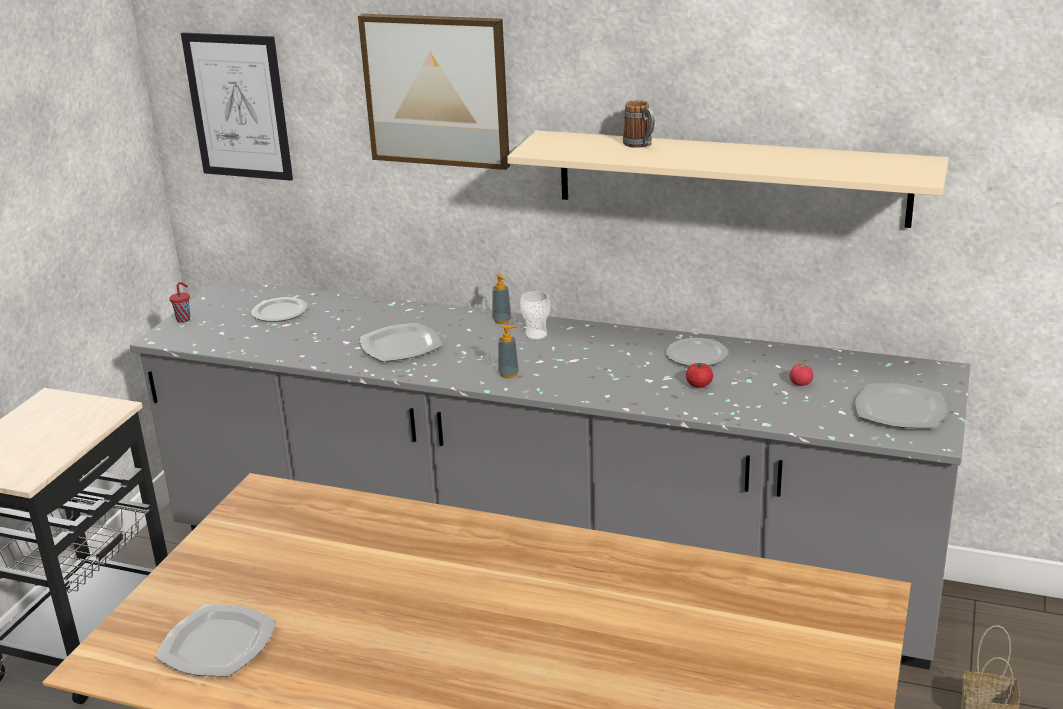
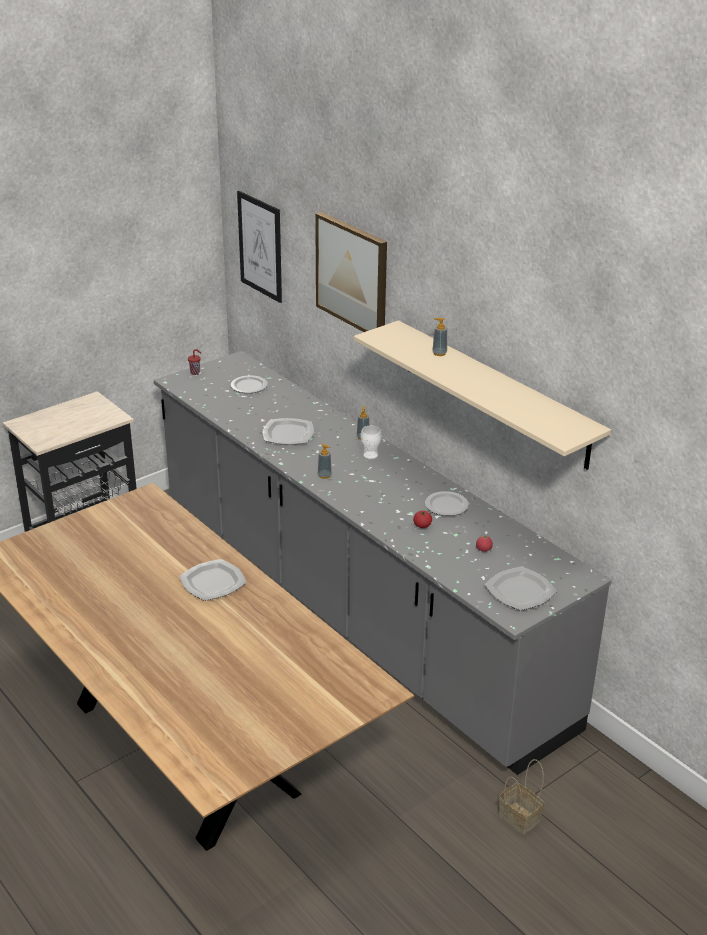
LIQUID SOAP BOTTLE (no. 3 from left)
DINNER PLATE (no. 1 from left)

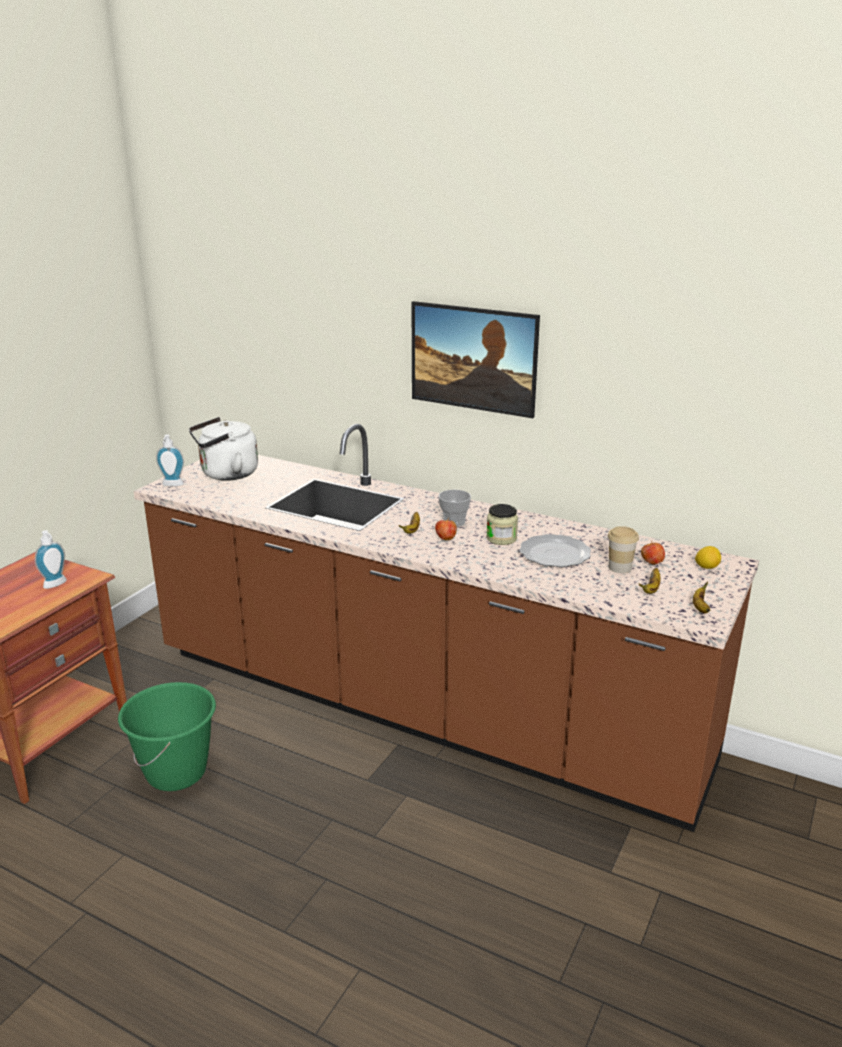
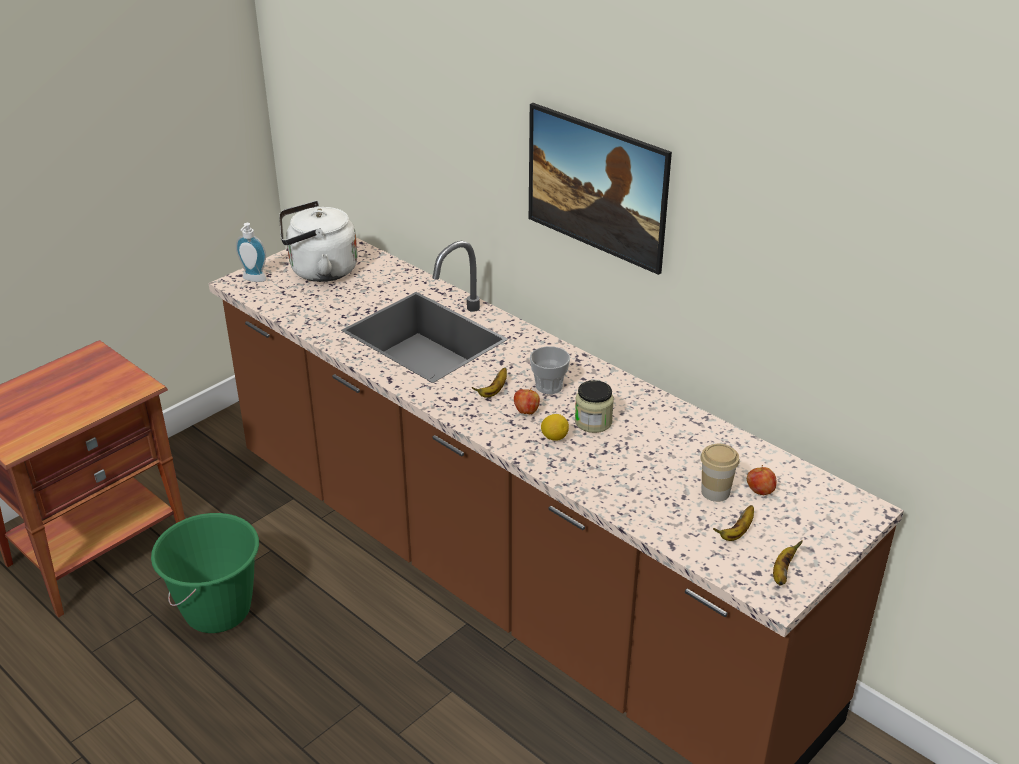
LIQUID SOAP BOTTLE (no. 1 from left in the first image)
DINNER PLATE
WHOLE LEMON

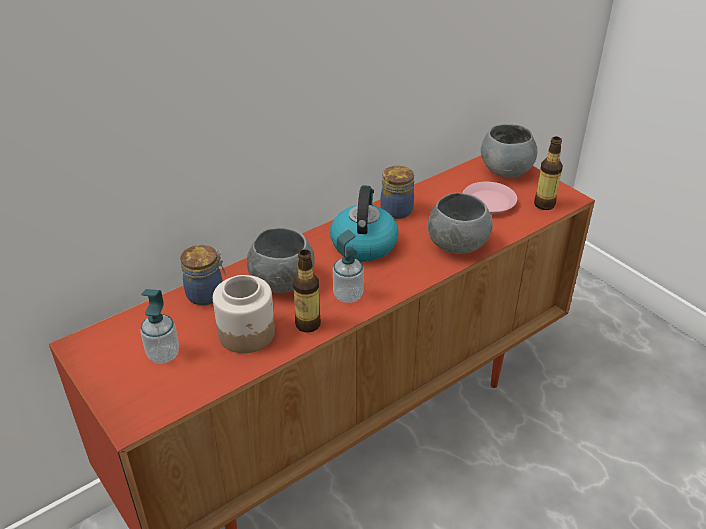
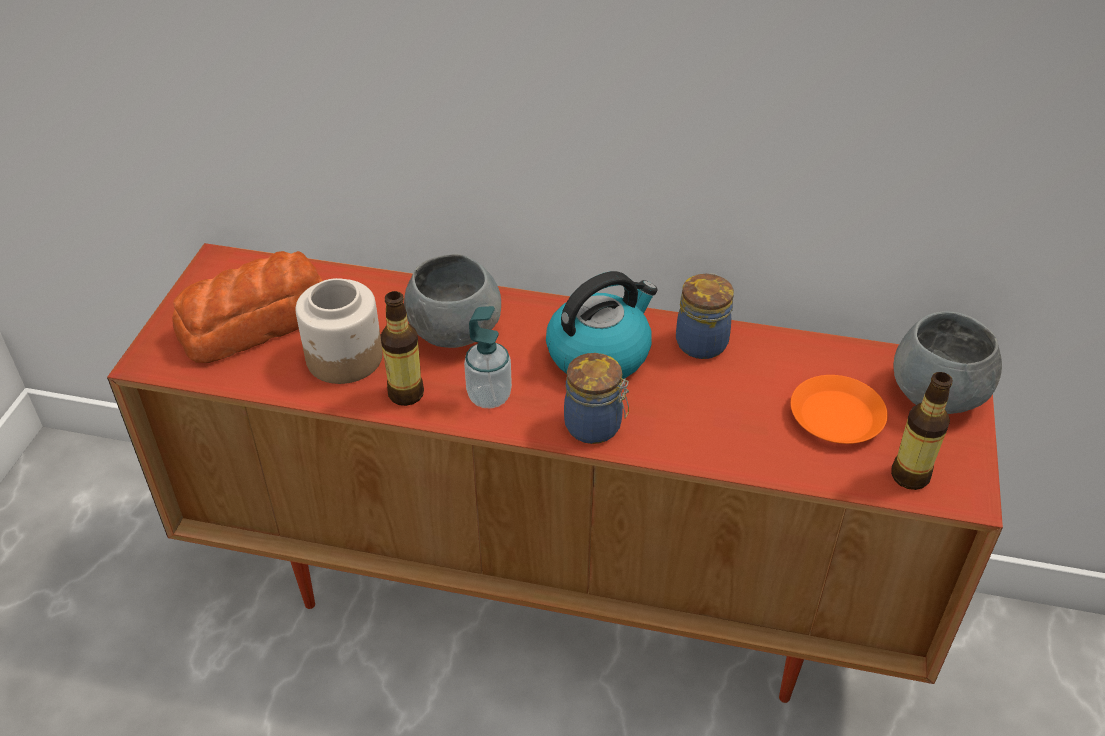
ORANGE-COLOURED DINNER PLATE
GREY DEEP DISH (no. 2 from left in the first image)
STORAGE JAR (no. 2 from left)
BAKED BREAD

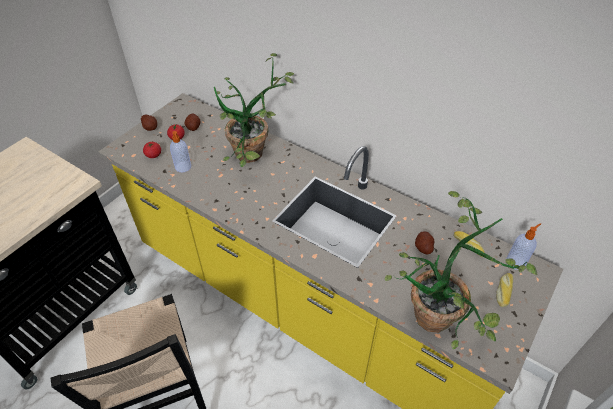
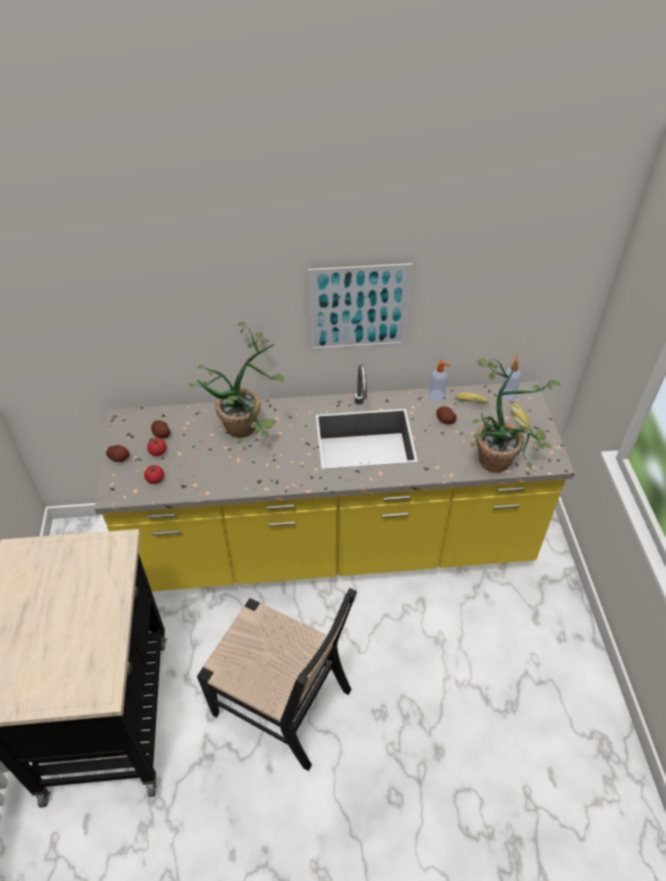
LIQUID SOAP BOTTLE (no. 1 from left)
PICTURE

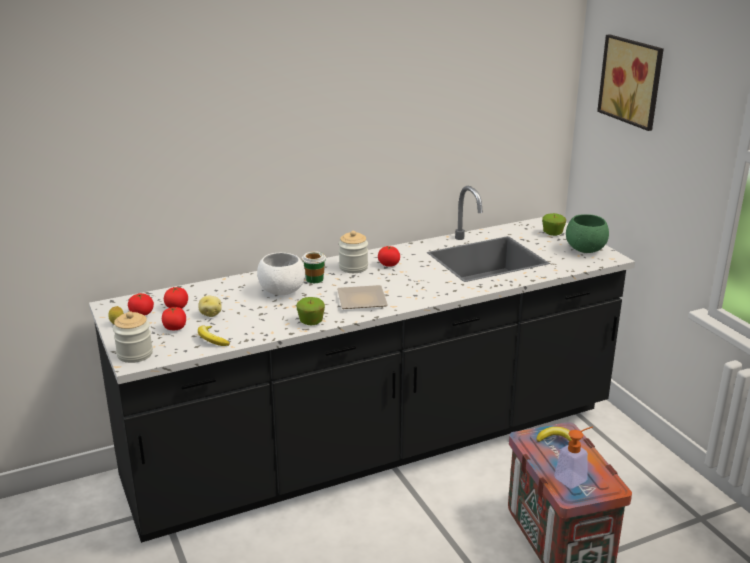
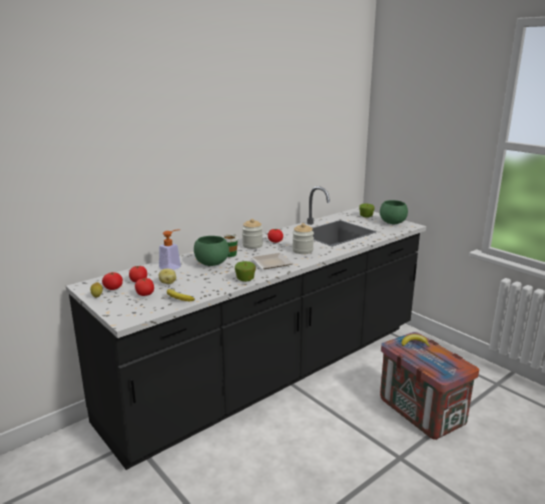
PICTURE
GREEN DEEP DISH (no. 1 from left)
STORAGE JAR (no. 2 from left)
LIQUID SOAP BOTTLE

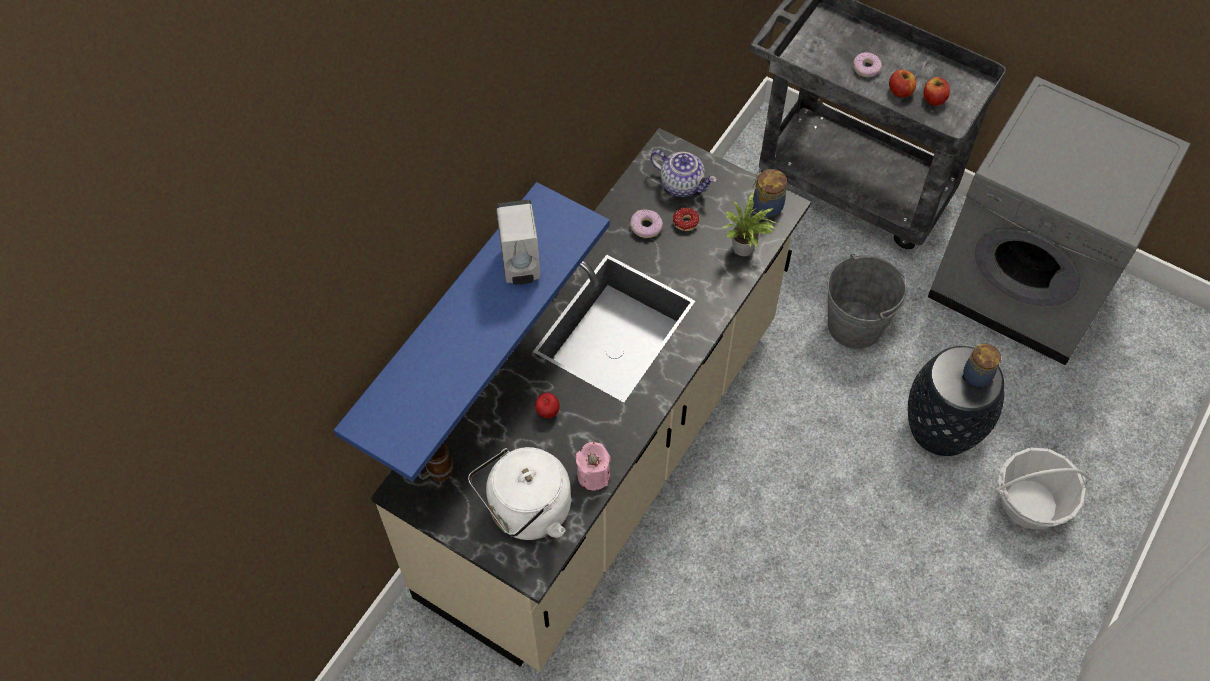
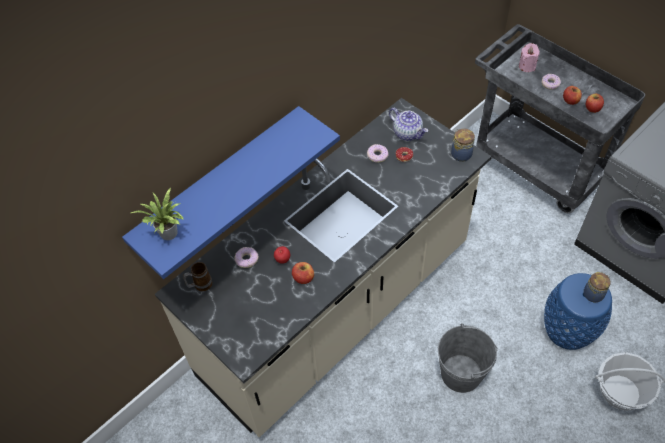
POTTED PLANT
WHITE LIQUID SOAP BOTTLE
GREY BUCKET
BLUE STOOL SEAT
PINKISH CANDLE
WHITE TEA KETTLE
DONUT (no. 1 from left)
WHOLE APPLE (no. 2 from left)

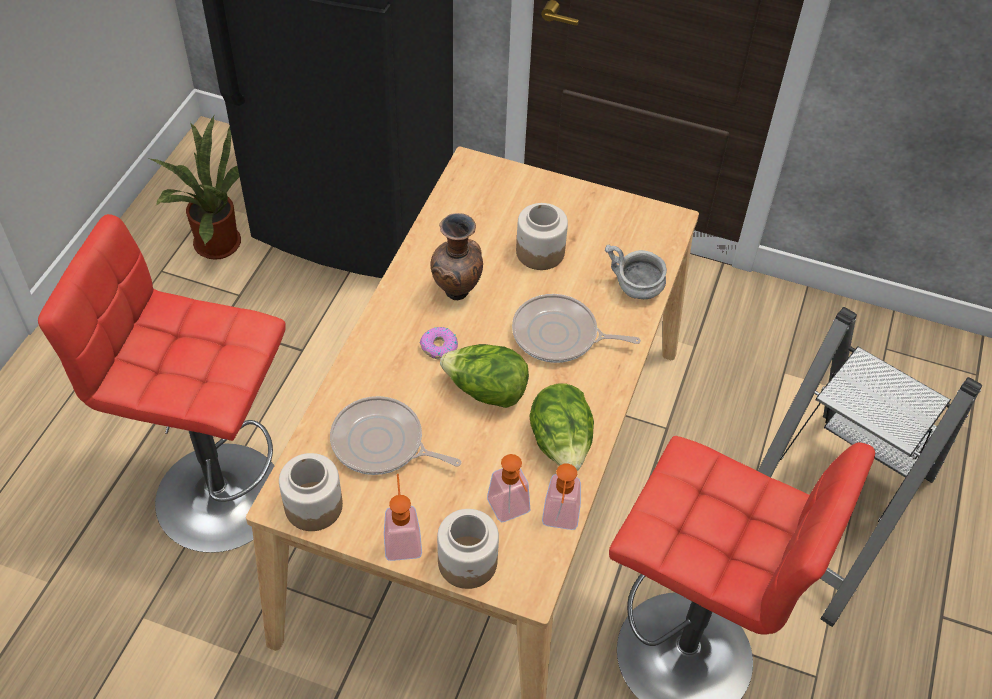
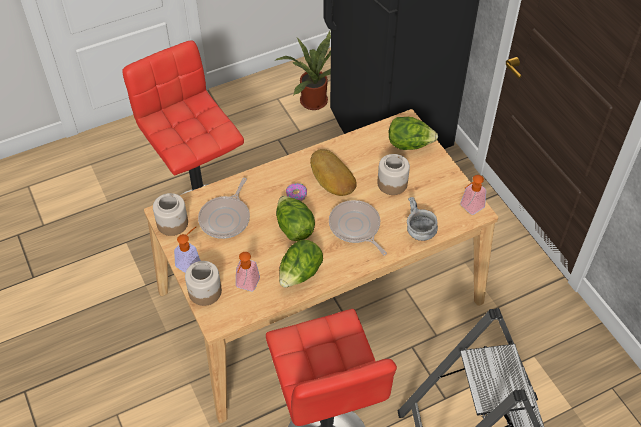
BAKED BREAD
FRYING PAN (no. 1 from left)
LIQUID SOAP BOTTLE (no. 3 from left)
LETTUCE HEAD (no. 3 from left)

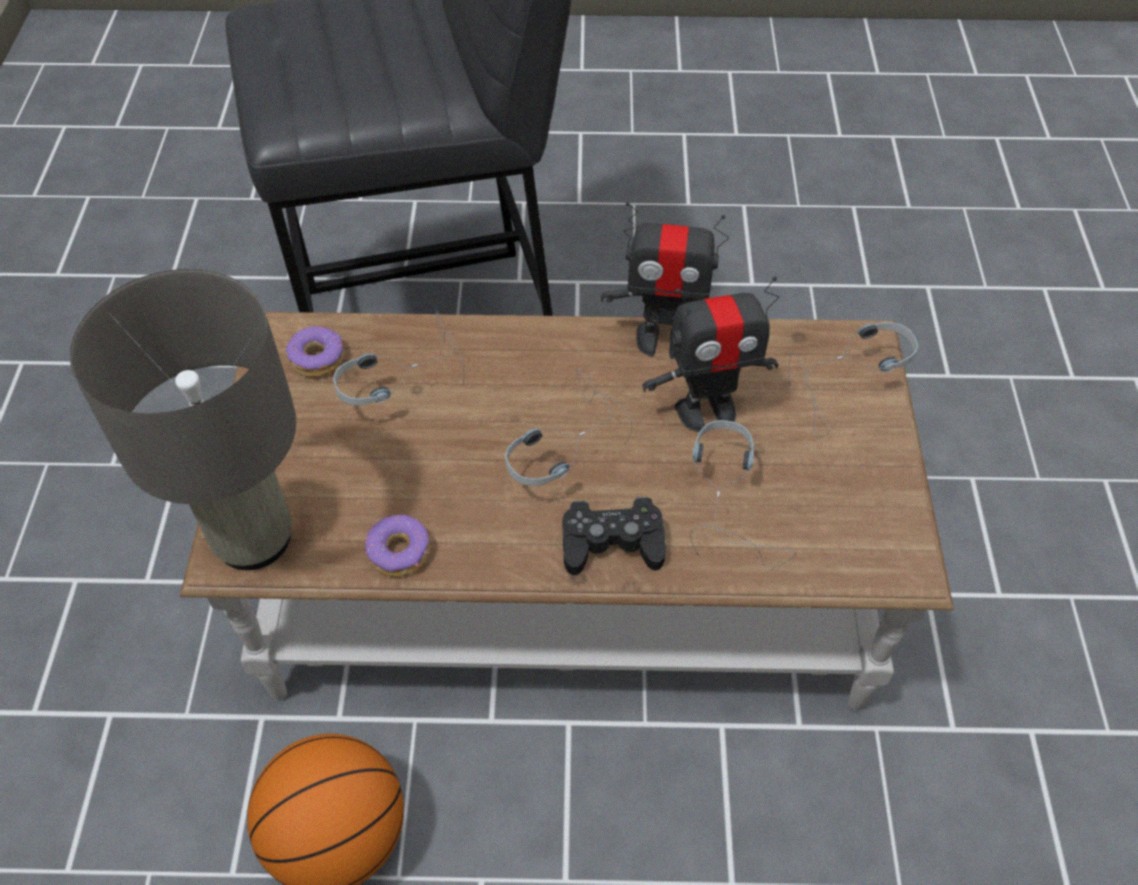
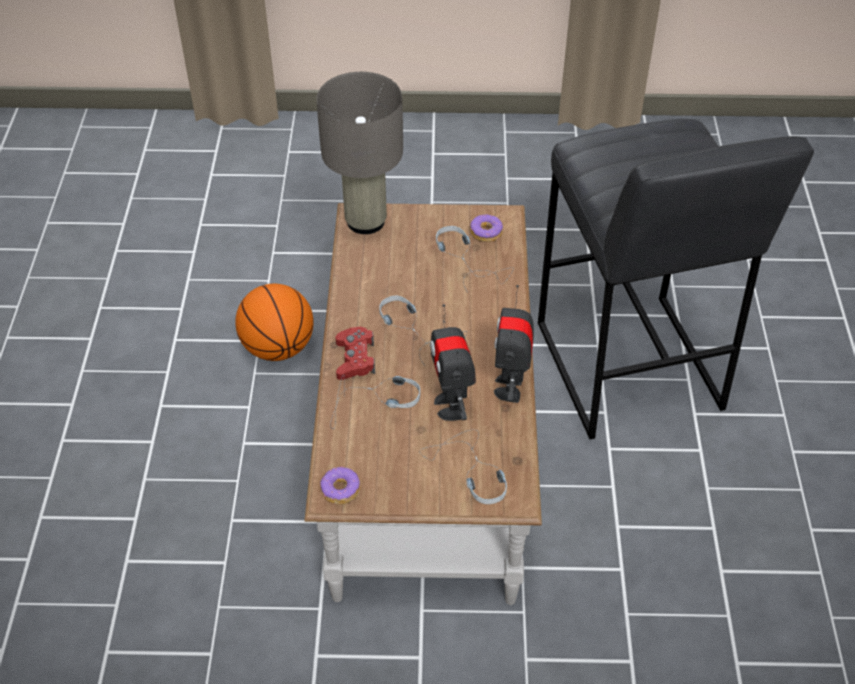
RED GAMEPAD
DONUT (no. 1 from left)

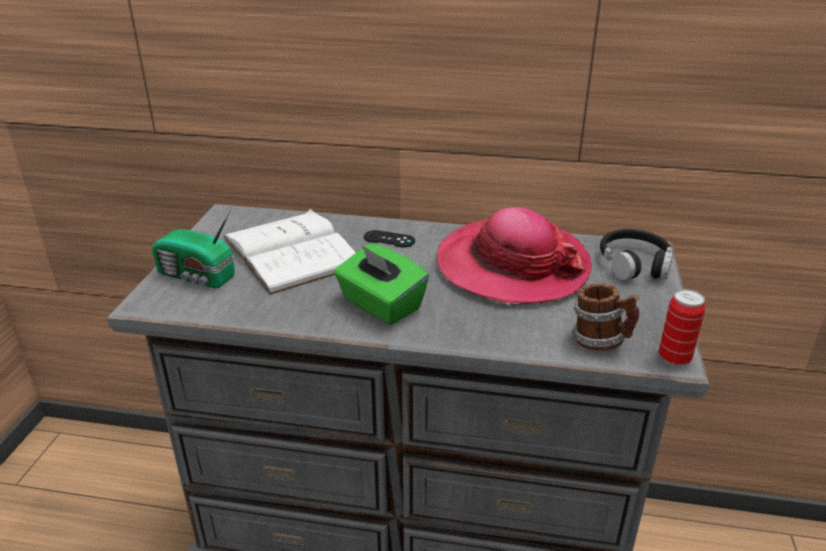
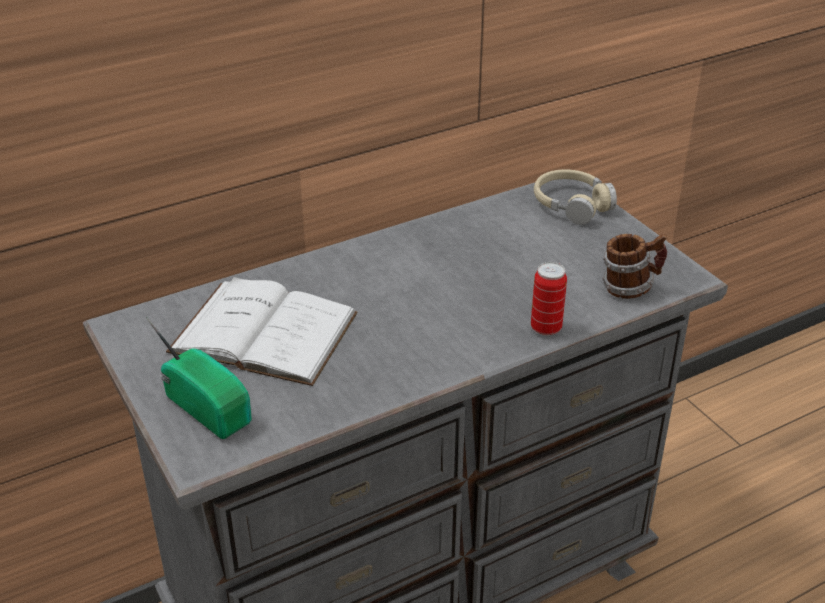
CLOTHING HAT
RADIO SET
BEIGE HEADPHONES
BLACK-COLOURED GAMEPAD
GREEN TISSUE HOLDER
SEALED CAN

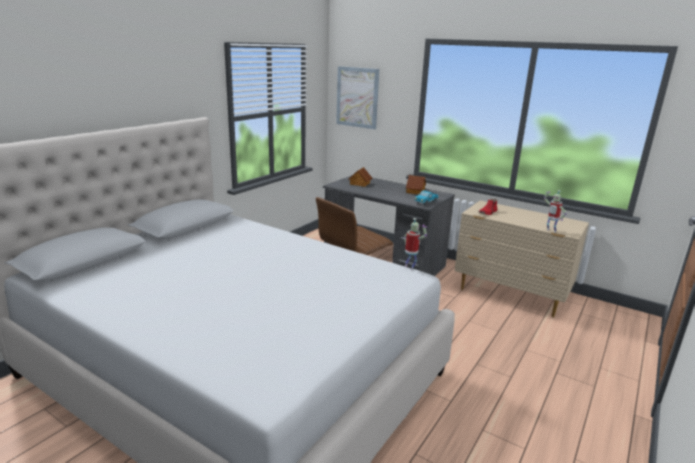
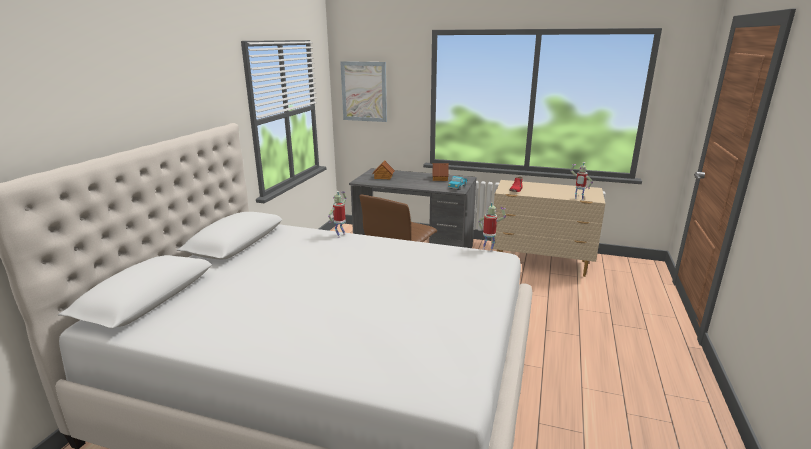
TOY ROBOT (no. 1 from left)

